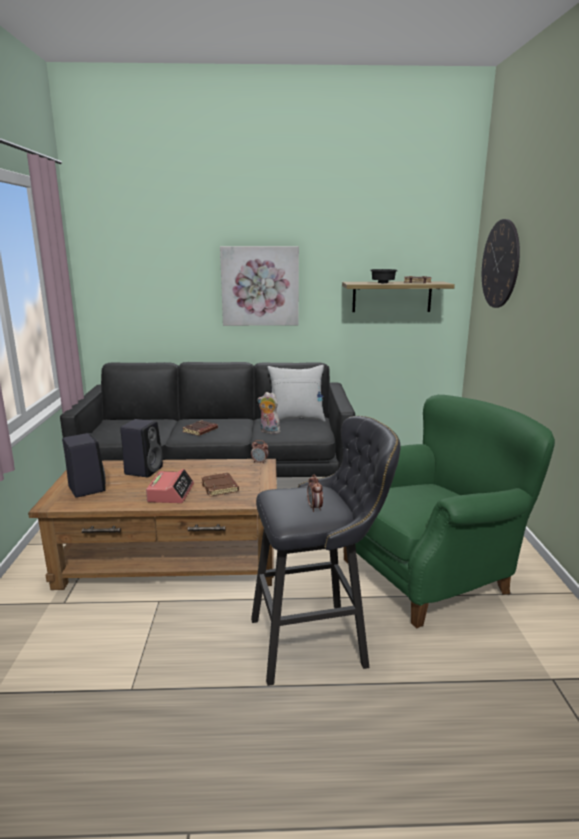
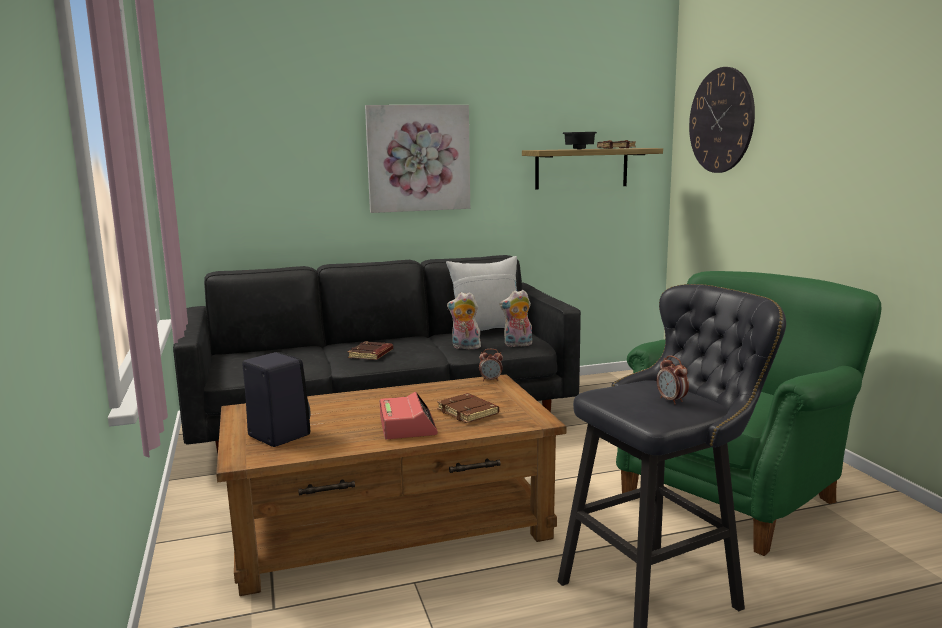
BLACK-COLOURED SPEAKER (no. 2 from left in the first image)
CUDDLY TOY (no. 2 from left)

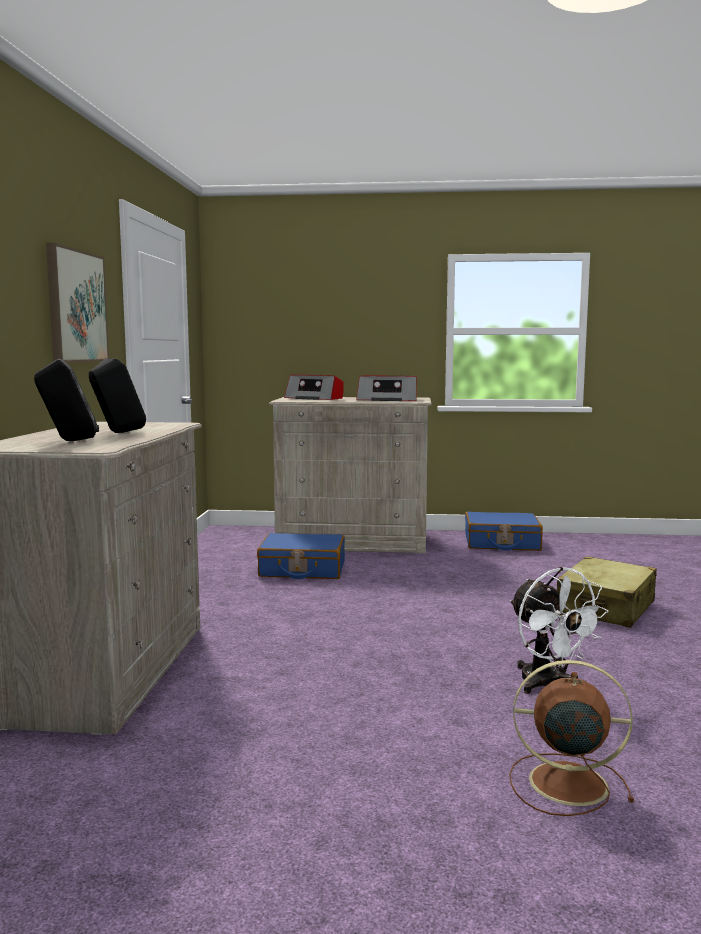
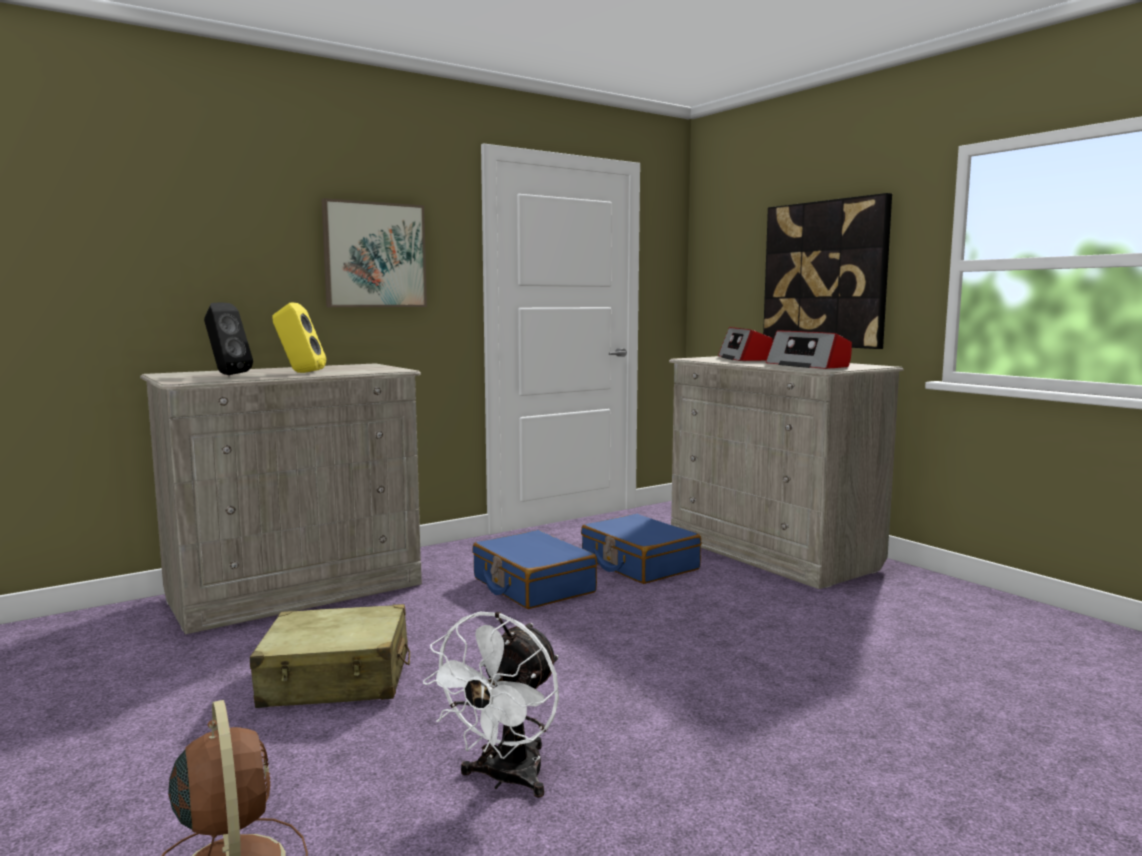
YELLOW-COLOURED SPEAKER
BLUE TRAVEL CASE (no. 1 from left)
BEIGE TRAVEL CASE
PICTURE (no. 2 from left)

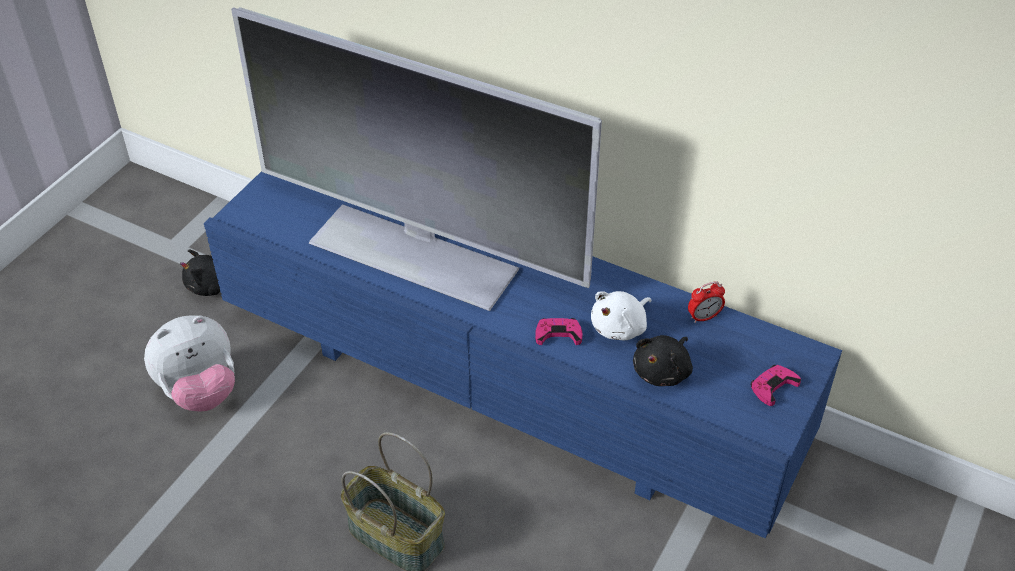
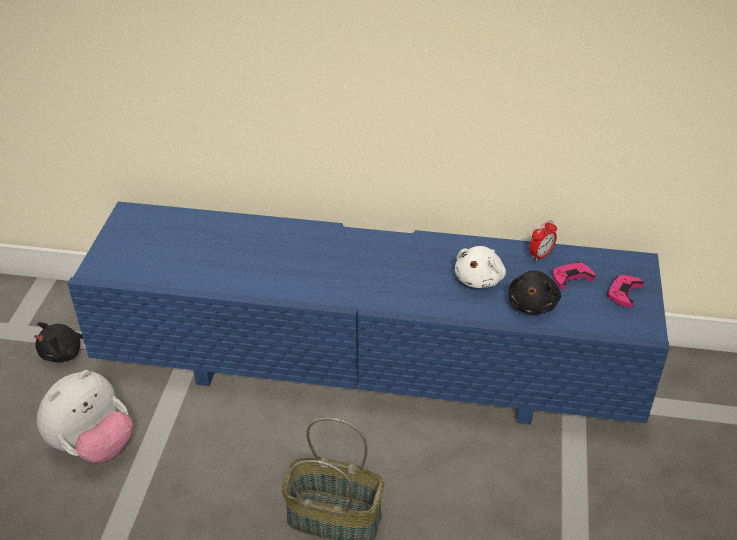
TV SET
PINKISH GAMEPAD (no. 1 from left)

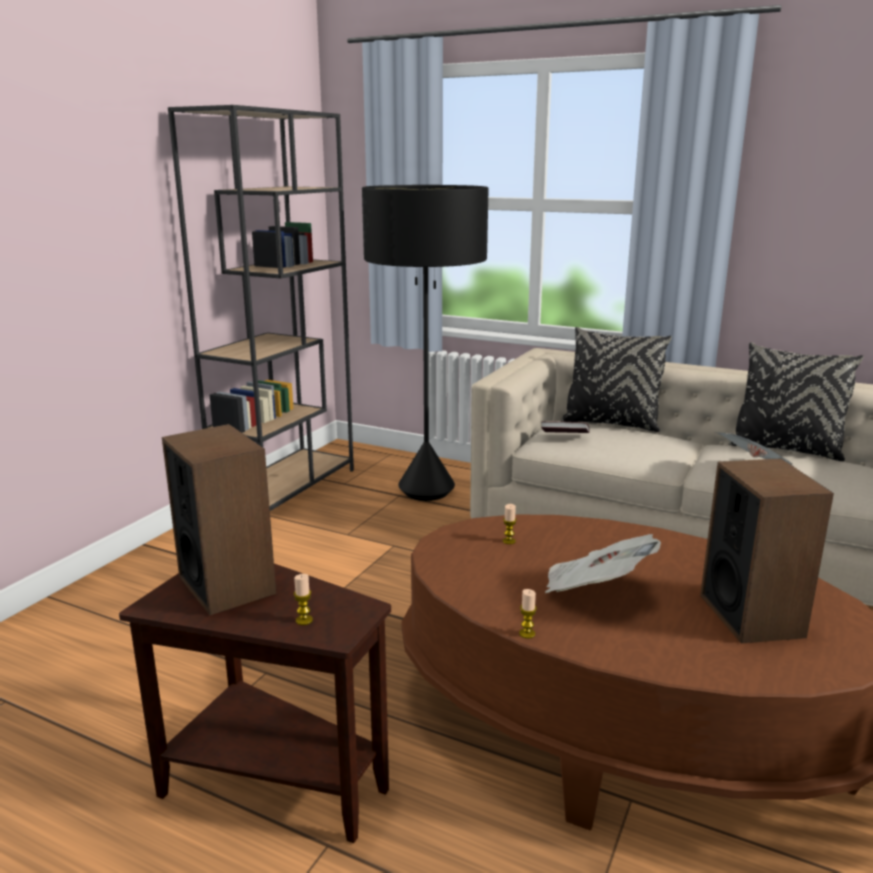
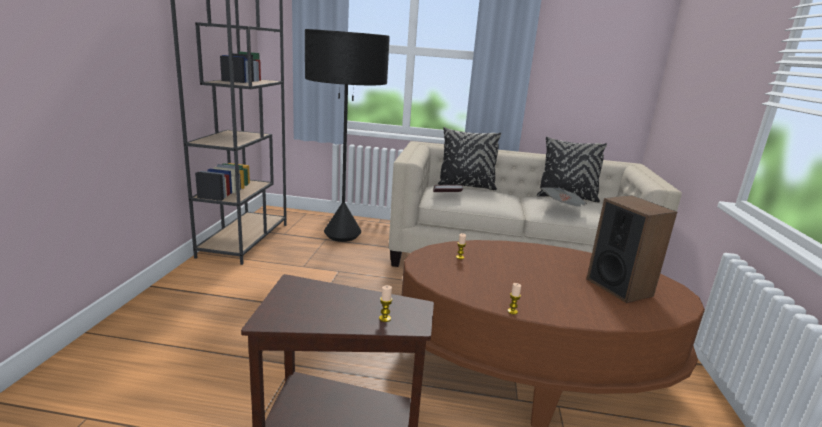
SPEAKER (no. 1 from left in the first image)
PRINTED PAPER (no. 1 from left in the first image)

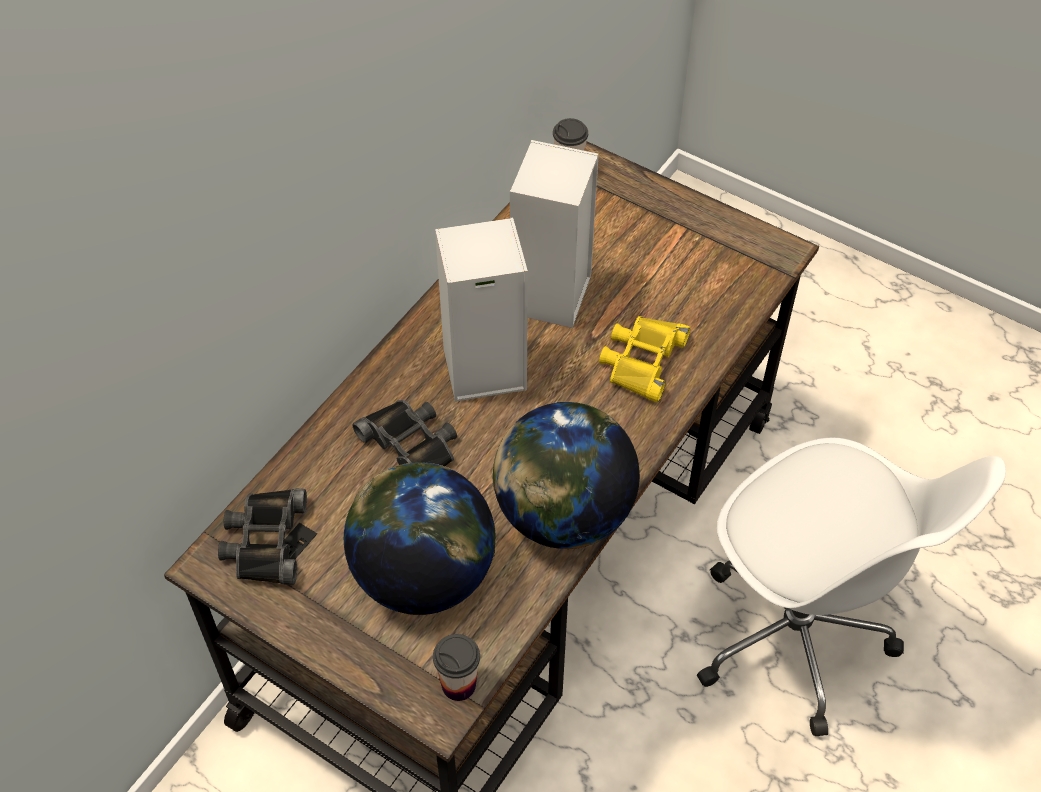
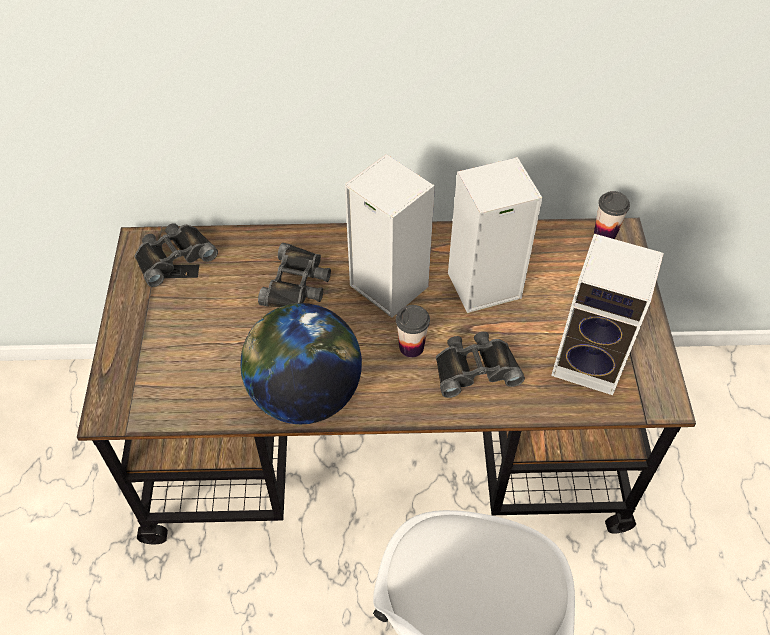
BLACK-COLOURED PAIR OF BINOCULARS (no. 3 from left)
DESK GLOBE (no. 1 from left in the first image)
DRINKING CUP (no. 1 from left)
SPEAKER (no. 3 from left)

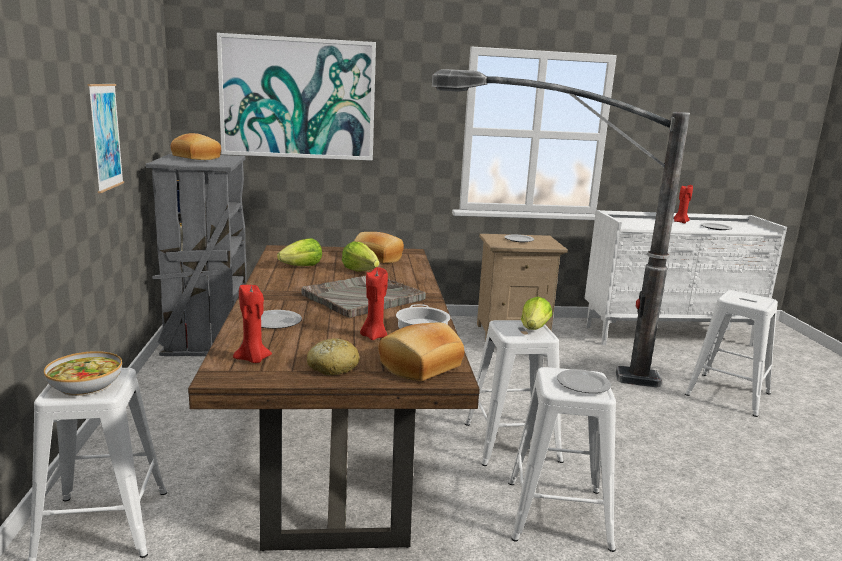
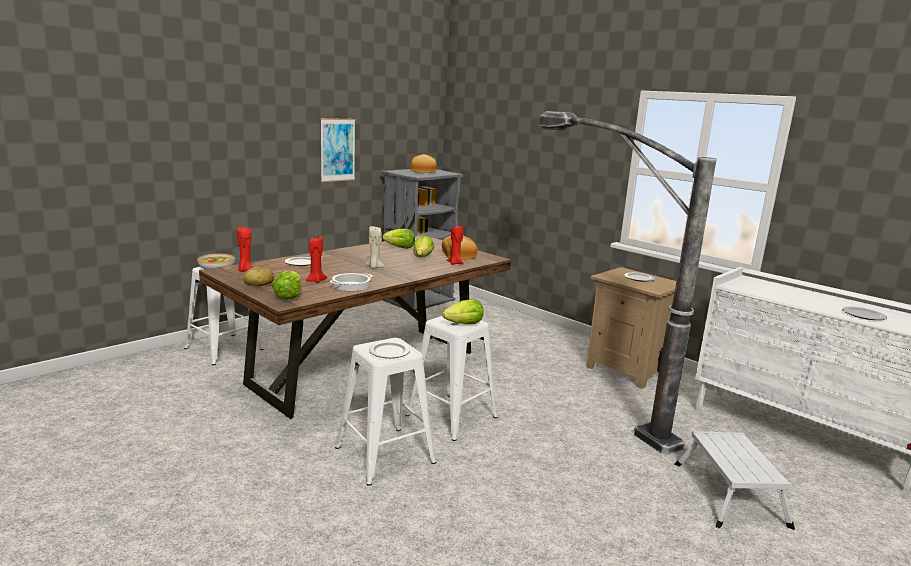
PICTURE (no. 2 from left in the first image)
RED CANDLE (no. 3 from left)
BEIGE CANDLE
WHITE STEPLADDER
LETTUCE HEAD (no. 1 from left)

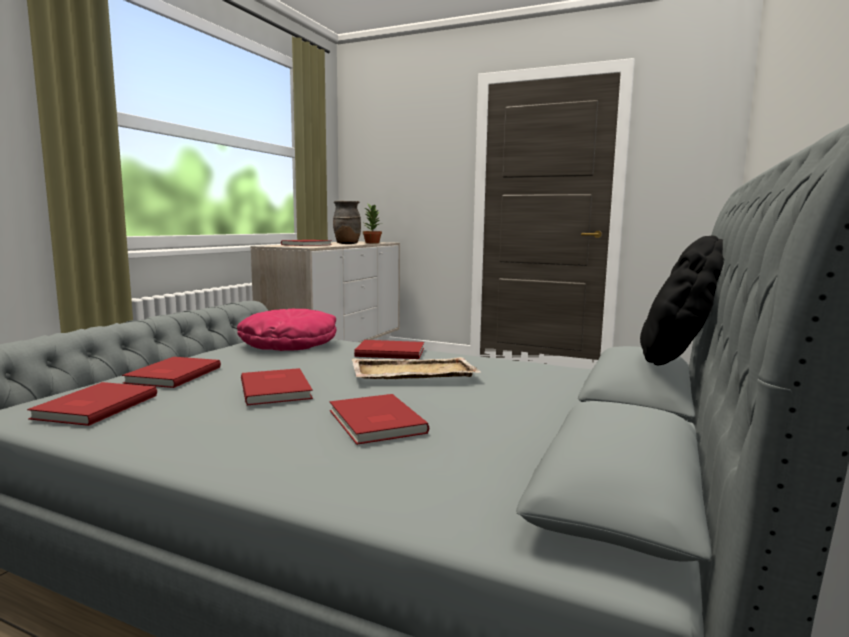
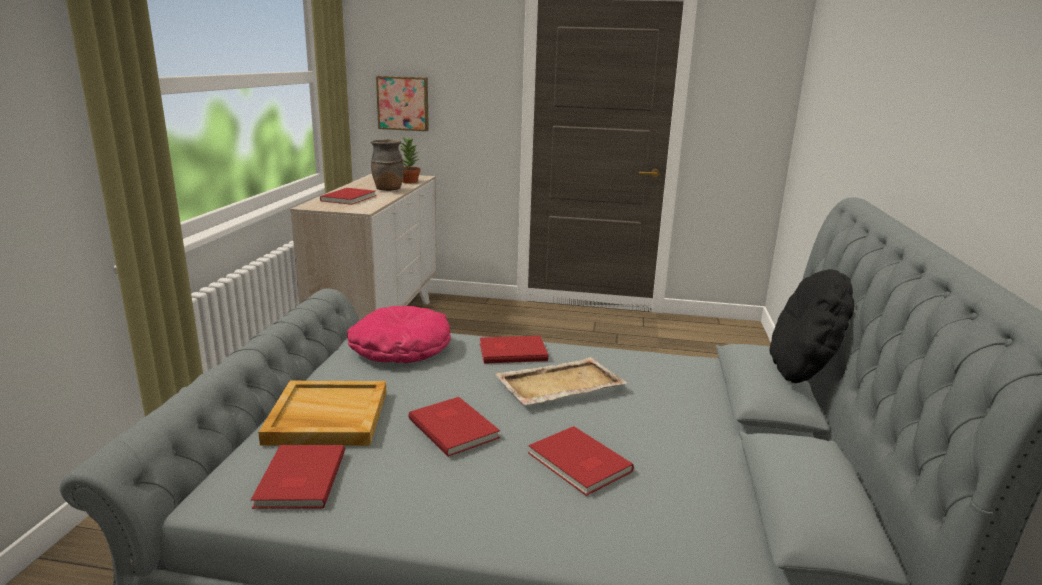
BEIGE TRAY (no. 1 from left)
PICTURE

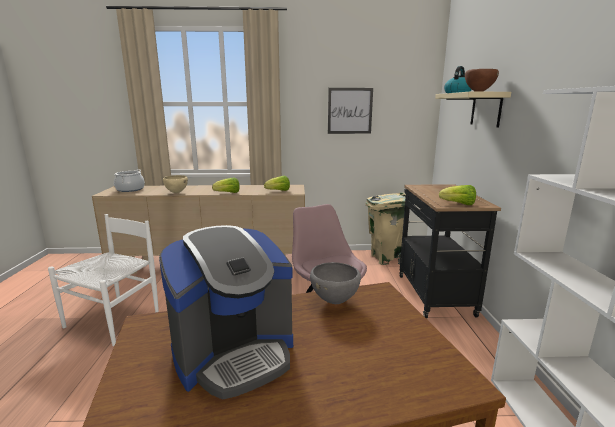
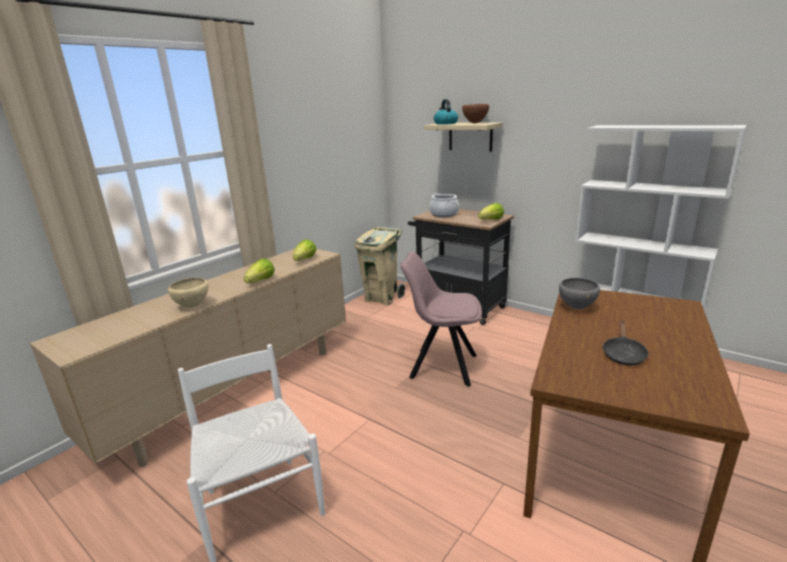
PICTURE
SAUCEPOT
BLACK-COLOURED FRYING PAN

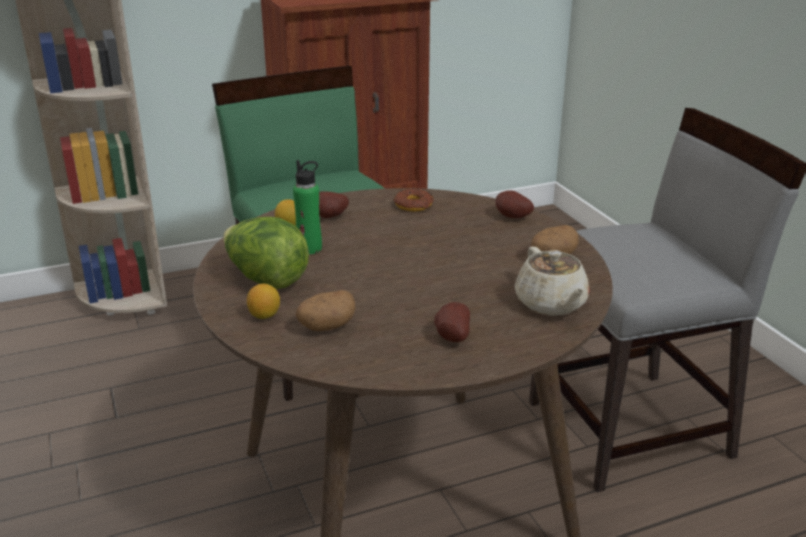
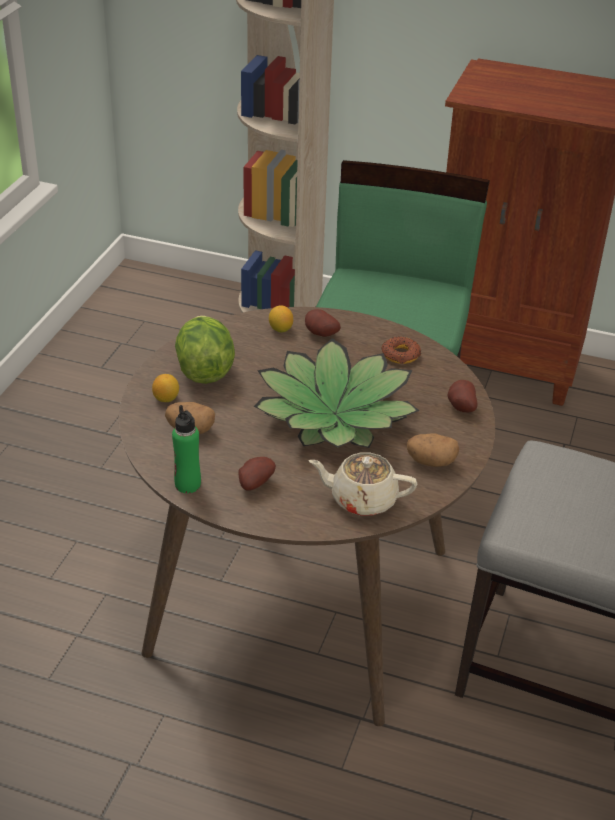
GREEN BEVERAGE BOTTLE
BEIGE TEAPOT
POTTED PLANT

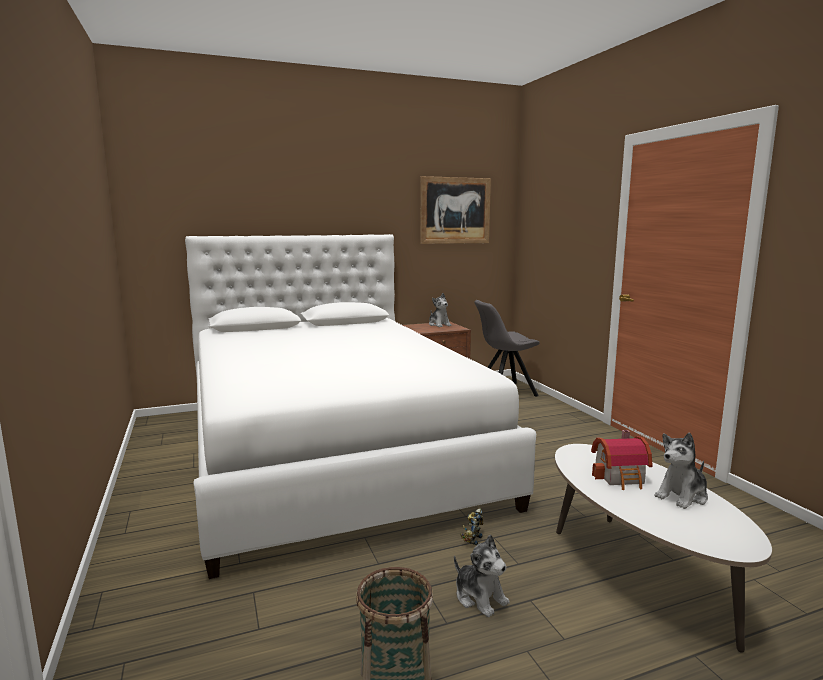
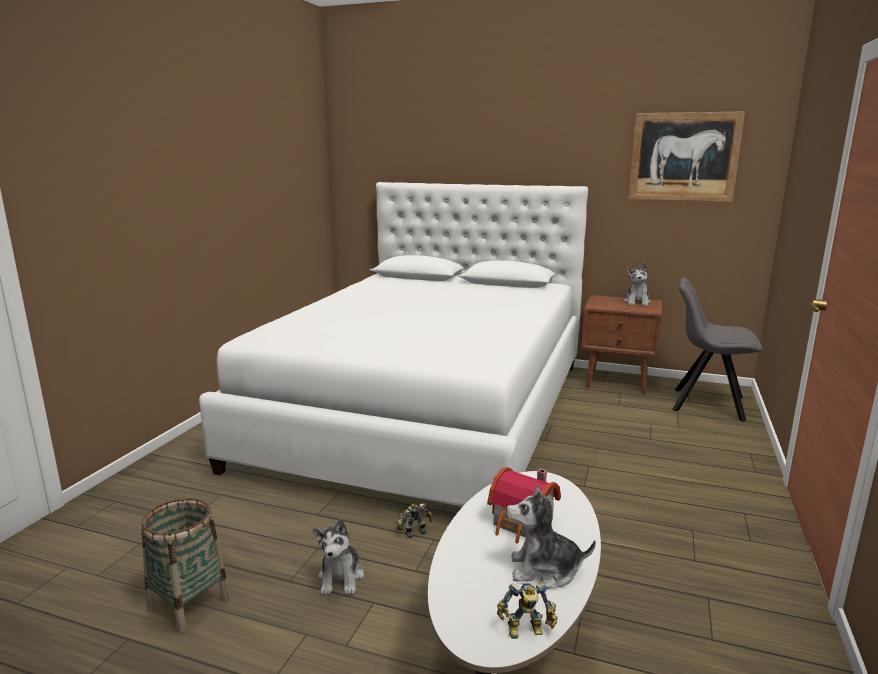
TOY ROBOT (no. 2 from left)

